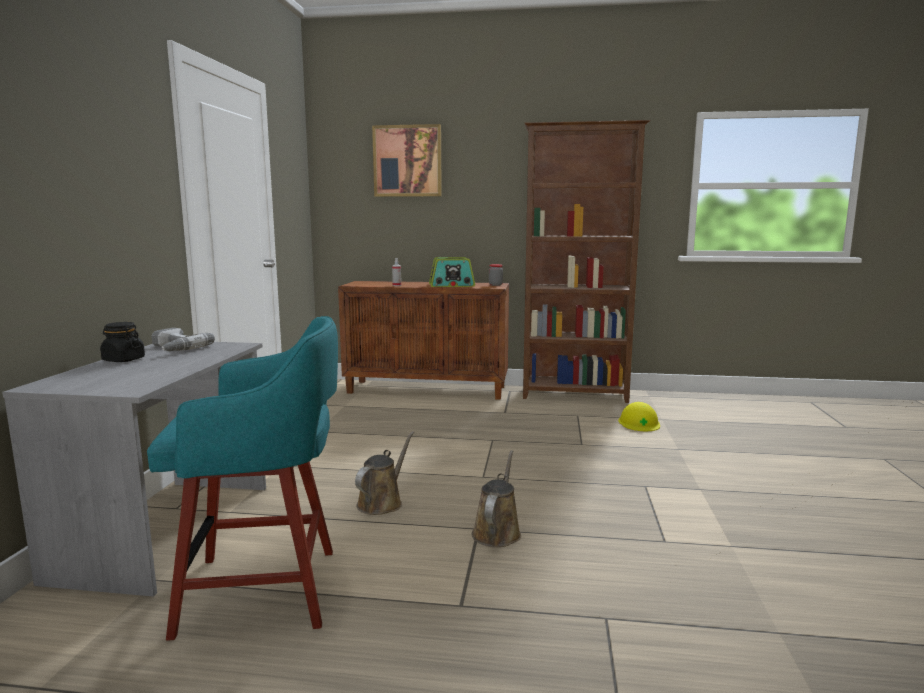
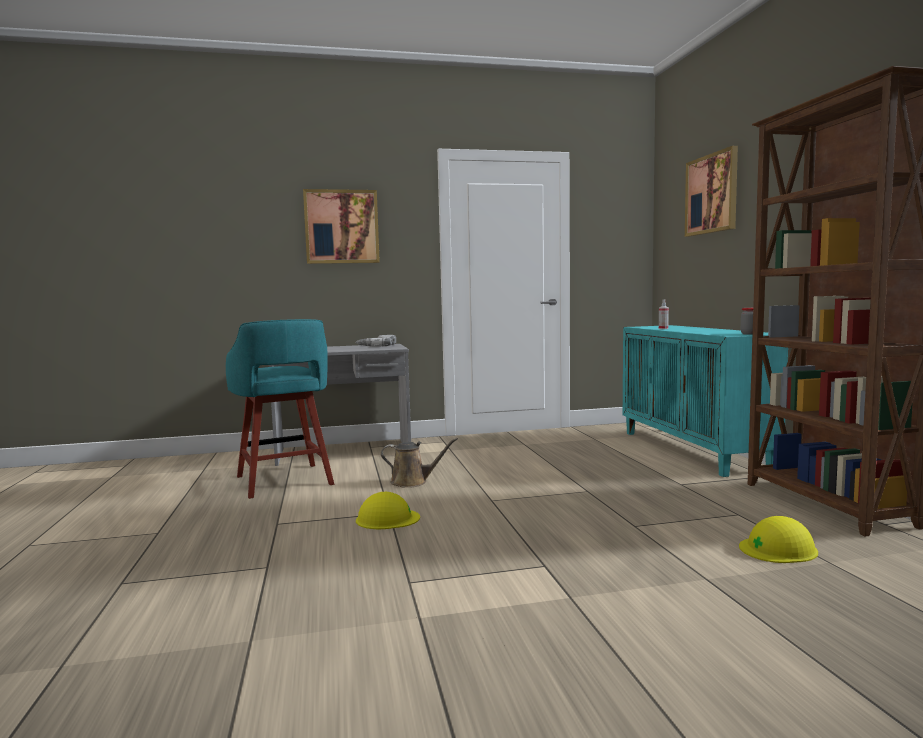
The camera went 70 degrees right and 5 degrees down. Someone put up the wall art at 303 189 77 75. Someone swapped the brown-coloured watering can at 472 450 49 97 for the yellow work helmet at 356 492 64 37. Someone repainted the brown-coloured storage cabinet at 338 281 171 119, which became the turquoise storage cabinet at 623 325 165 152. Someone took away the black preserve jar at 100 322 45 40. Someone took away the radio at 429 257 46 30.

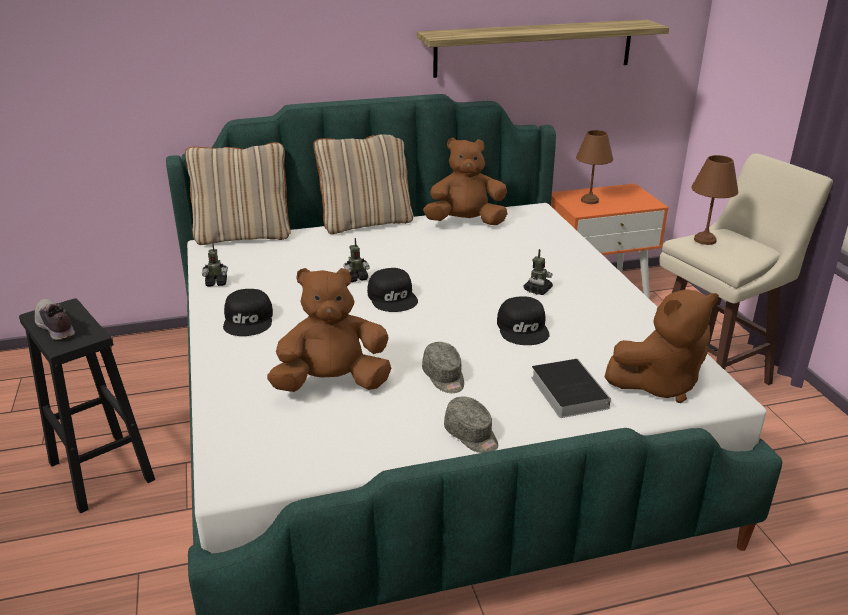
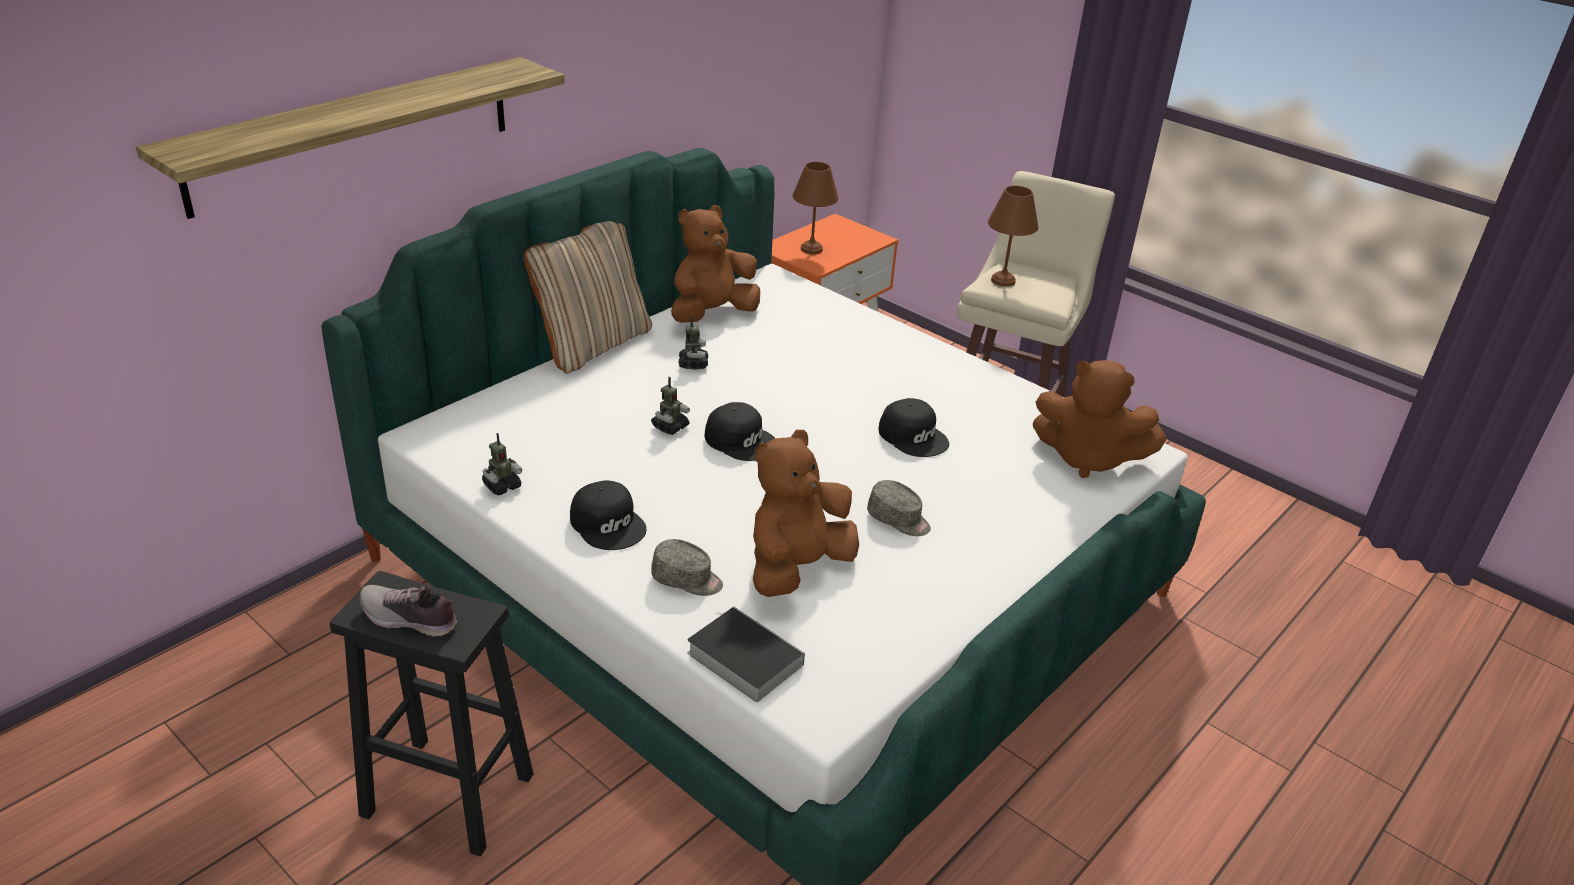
The camera went 35 degrees left and 5 degrees up. Someone carried the bracket shelf from 417 19 252 59 to 136 57 429 162. Someone carried the gray baseball cap from 444 397 54 56 to 651 539 72 57. Someone carried the model robot from 524 249 29 46 to 679 317 29 52. Someone carried the bound book from 531 359 80 59 to 687 607 118 95. Someone rotated the brown-coloured soft toy at 605 289 114 114 by 75 degrees clockwise. Someone took away the sand-coloured cushion at 185 142 106 103.

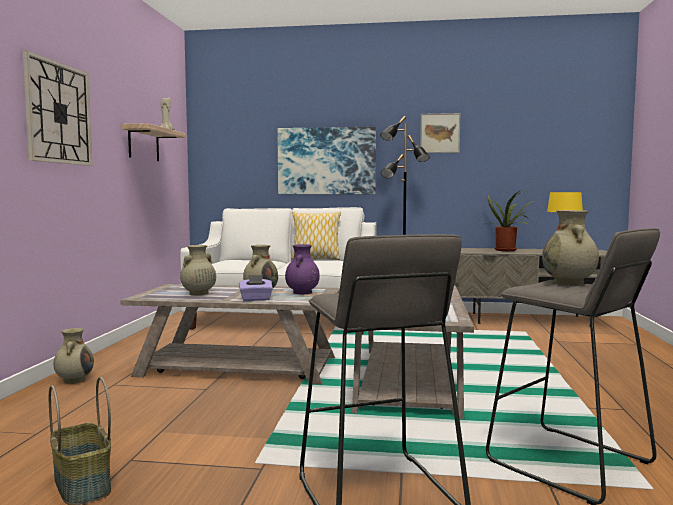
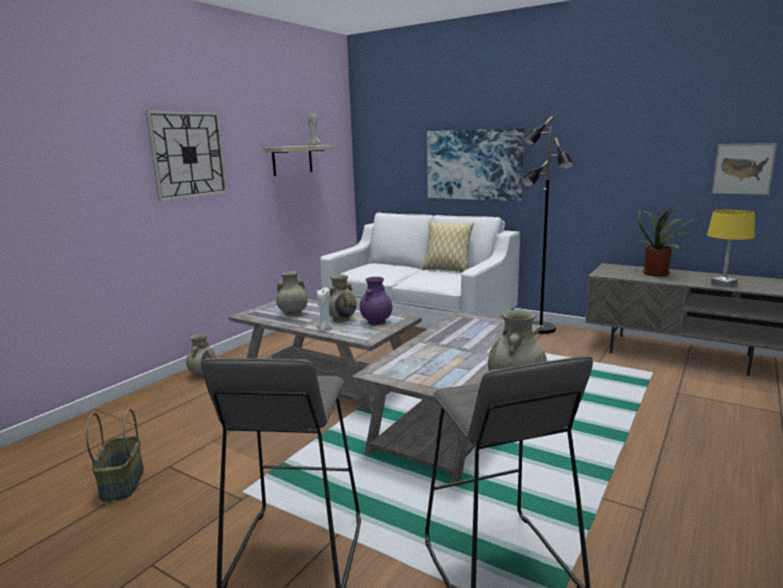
The camera went 25 degrees right and 10 degrees up. Someone swapped the purple-coloured tissue holder at 239 275 34 26 for the white wax light at 317 287 16 44. Someone carried the wall art from 420 113 40 40 to 712 143 65 52.

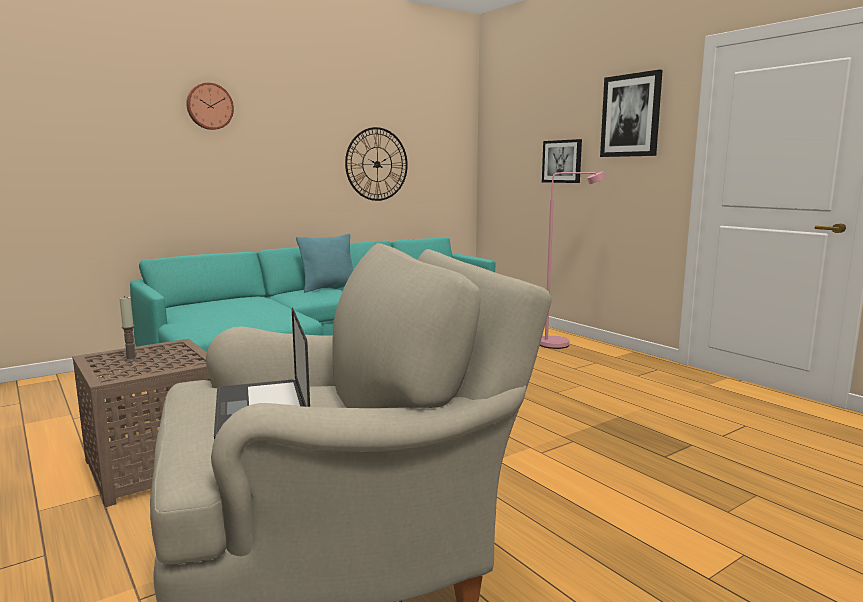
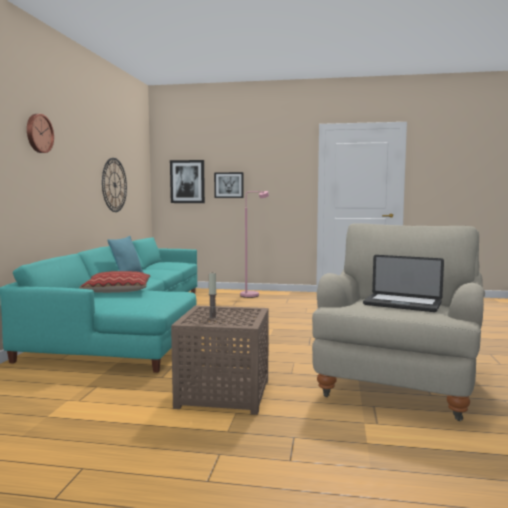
The camera went 45 degrees left and 5 degrees down. Someone put down the cushion at 79 271 71 22. Someone carried the wall art from 600 69 63 88 to 170 160 35 43.

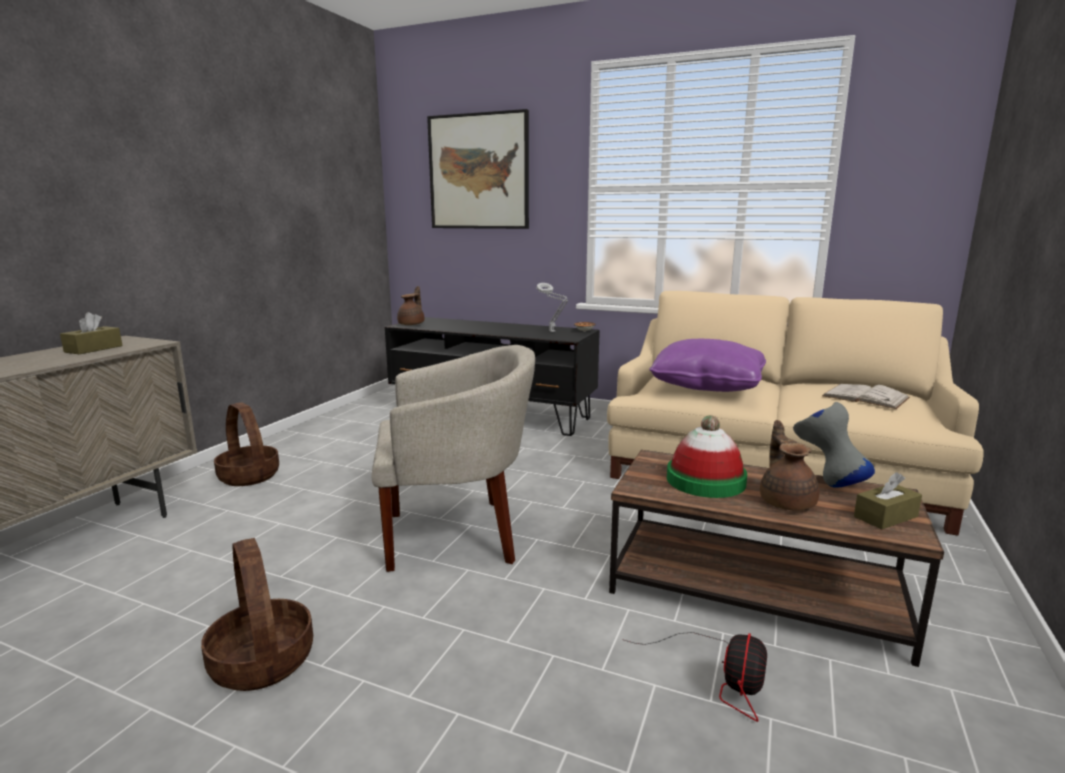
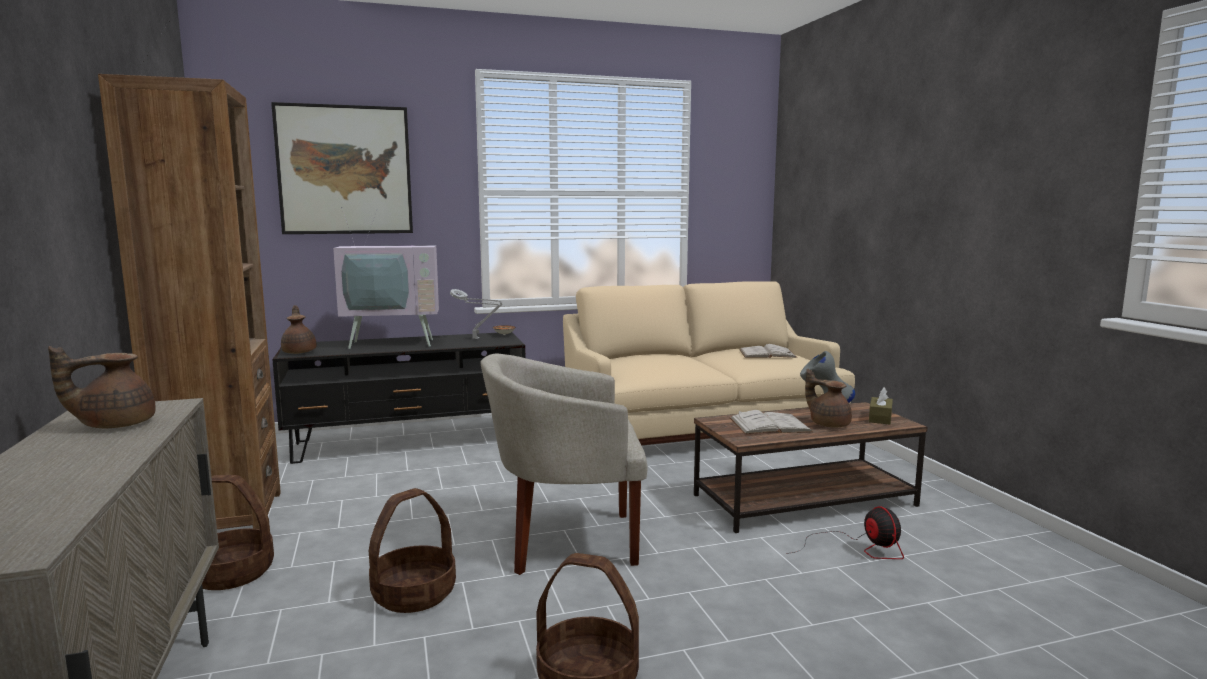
The camera went 40 degrees left and 5 degrees down. Someone swapped the brown-coloured tissue holder at 60 312 62 42 for the brown-coloured pot for tea at 48 346 108 83. Someone put down the brown-coloured shelving unit at 98 74 183 455. Someone put down the TV at 333 207 106 142. Someone put down the storage basket at 369 488 87 125. Someone rotated the sand-coloured lounge chair at 371 345 164 227 by 135 degrees counterclockwise. Someone swapped the hat at 667 415 80 83 for the white bound book at 730 410 83 24. Someone took away the purple-coloured cushion at 649 339 117 53.

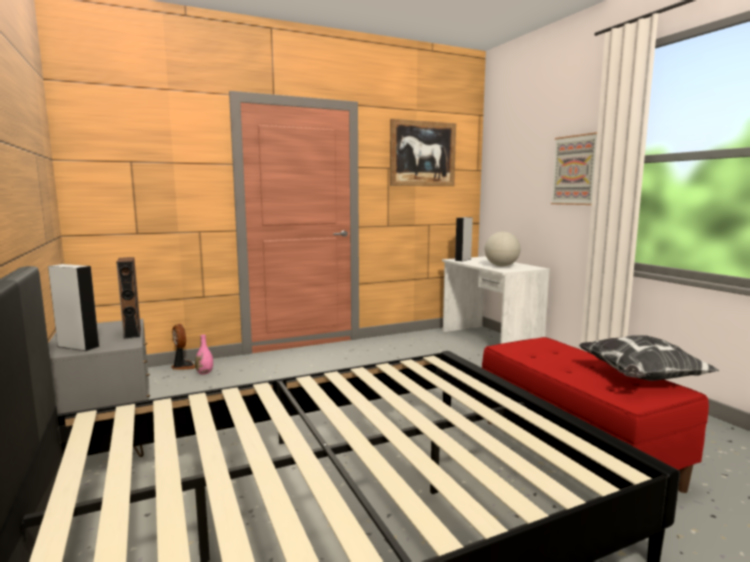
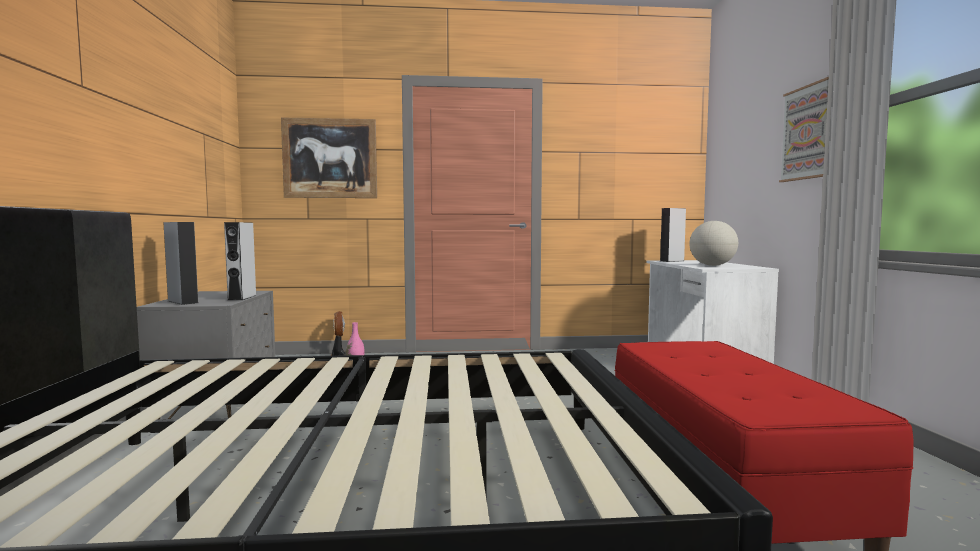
The camera went 20 degrees right and 5 degrees down. Someone repainted the brown-coloured speaker at 116 257 25 82, which became the gray speaker at 224 222 32 78. Someone carried the wall art from 390 119 66 67 to 281 117 96 81. Someone took away the cushion at 579 335 140 46.

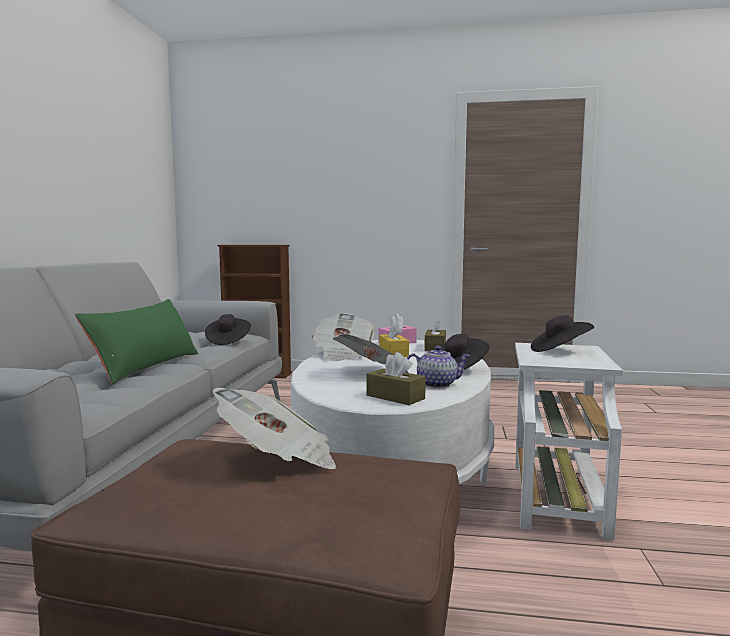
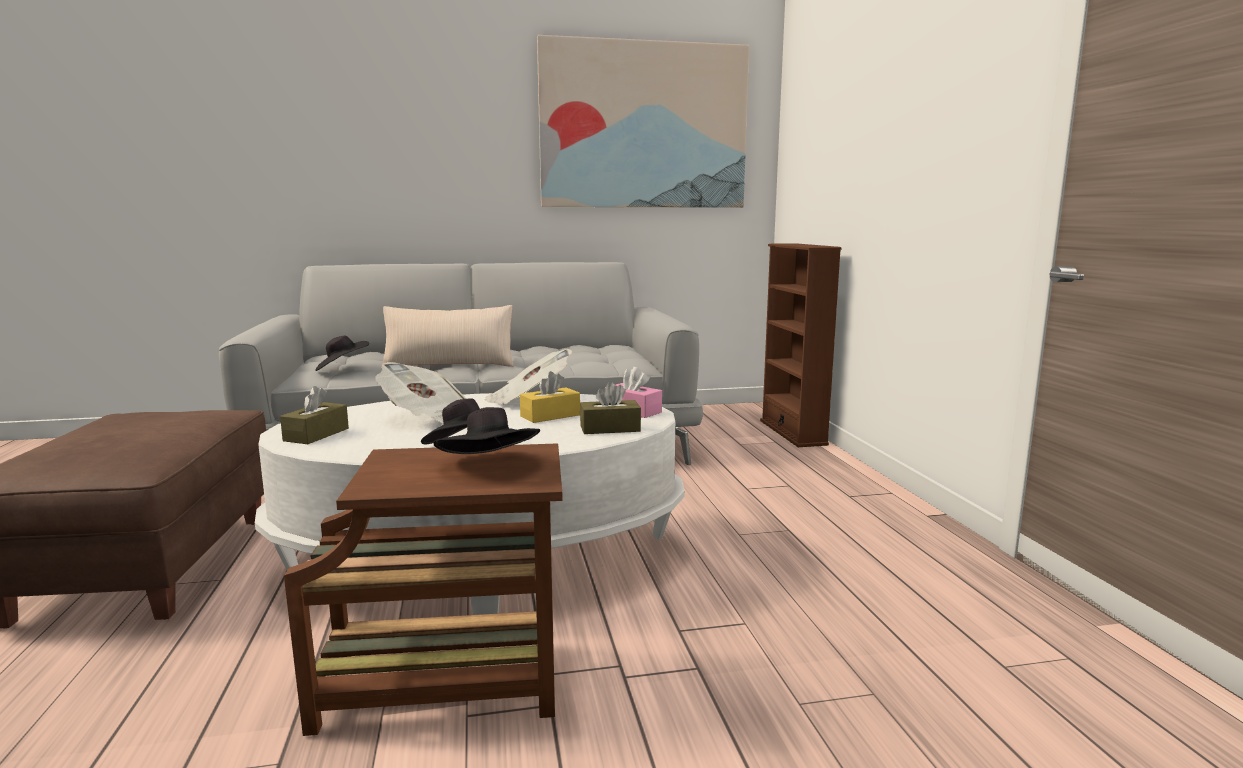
The camera went 70 degrees right and 5 degrees up. Someone repainted the white end table at 515 343 108 197, which became the brown-coloured end table at 284 443 279 293. Someone carried the black hat from 205 314 46 31 to 315 336 54 35. Someone repainted the green-coloured cushion at 75 299 123 85, which became the sand-coloured cushion at 381 305 132 64. Someone put up the wall art at 537 35 212 173. Someone took away the daily paper at 213 388 123 81. Someone took away the pot for tea at 406 346 64 42.

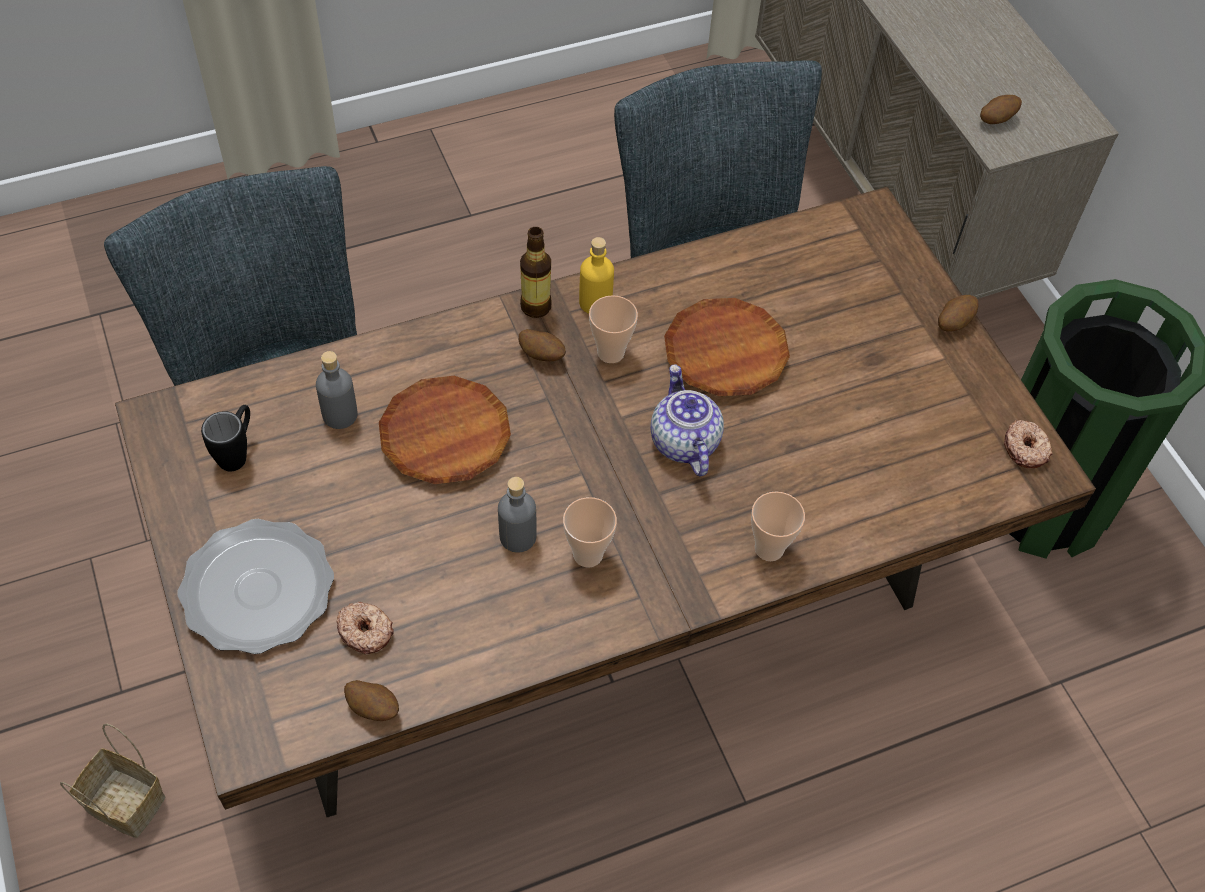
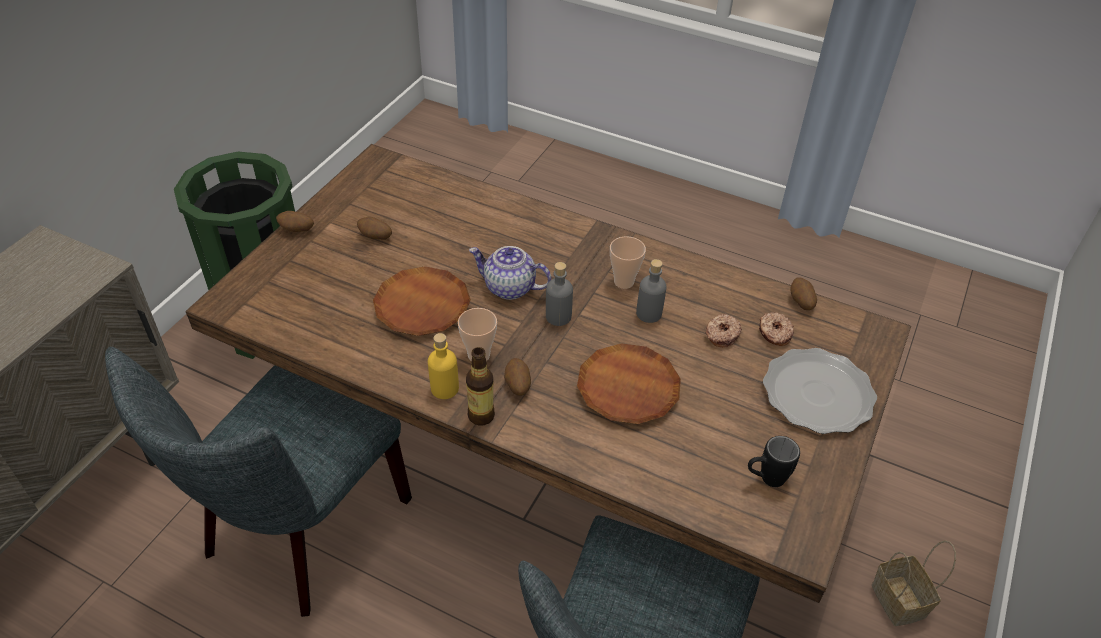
The camera went 130 degrees left and 10 degrees down. Someone carried the potato from 980 95 42 29 to 357 217 35 23. Someone rotated the pot for tea at 651 364 73 112 by 75 degrees clockwise. Someone carried the gray bottle from 316 351 42 78 to 546 262 27 64. Someone carried the ring doughnut from 1004 420 49 48 to 706 314 36 33. Someone took away the cup at 751 492 54 69.

